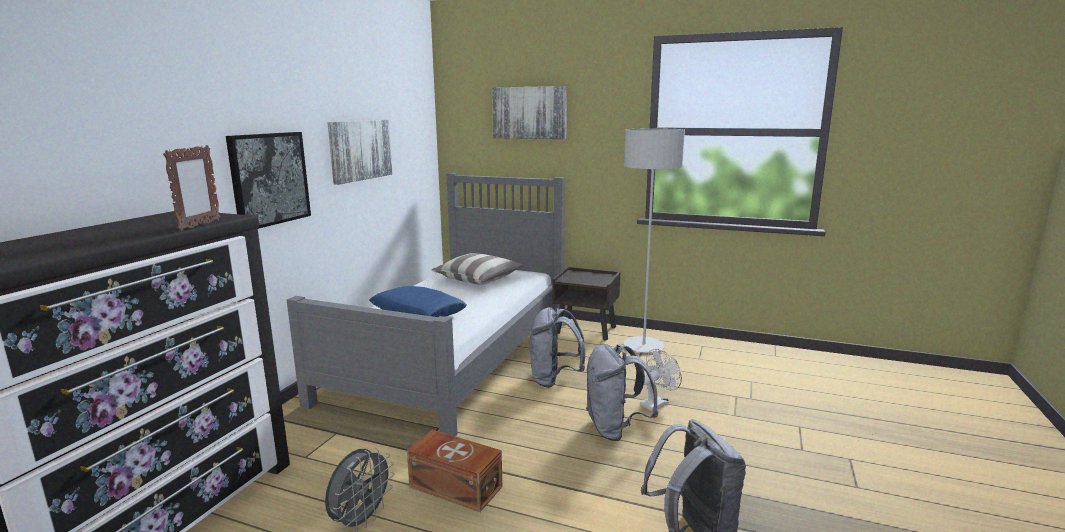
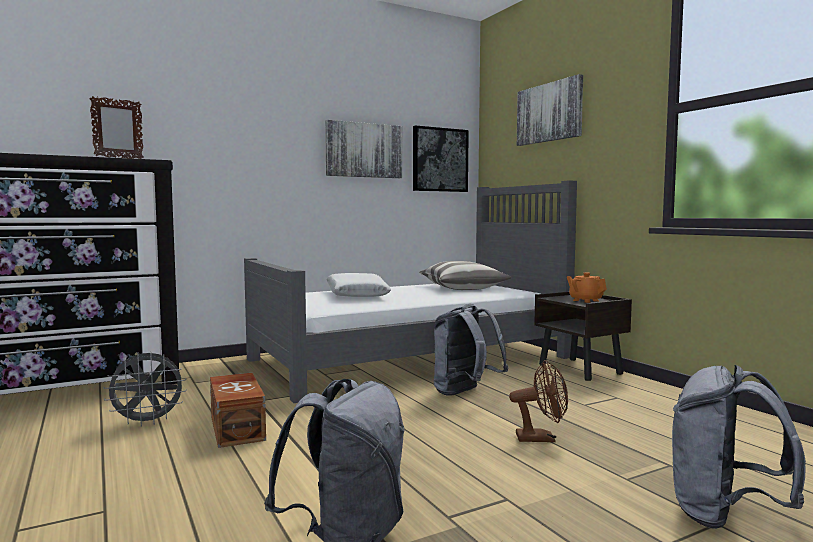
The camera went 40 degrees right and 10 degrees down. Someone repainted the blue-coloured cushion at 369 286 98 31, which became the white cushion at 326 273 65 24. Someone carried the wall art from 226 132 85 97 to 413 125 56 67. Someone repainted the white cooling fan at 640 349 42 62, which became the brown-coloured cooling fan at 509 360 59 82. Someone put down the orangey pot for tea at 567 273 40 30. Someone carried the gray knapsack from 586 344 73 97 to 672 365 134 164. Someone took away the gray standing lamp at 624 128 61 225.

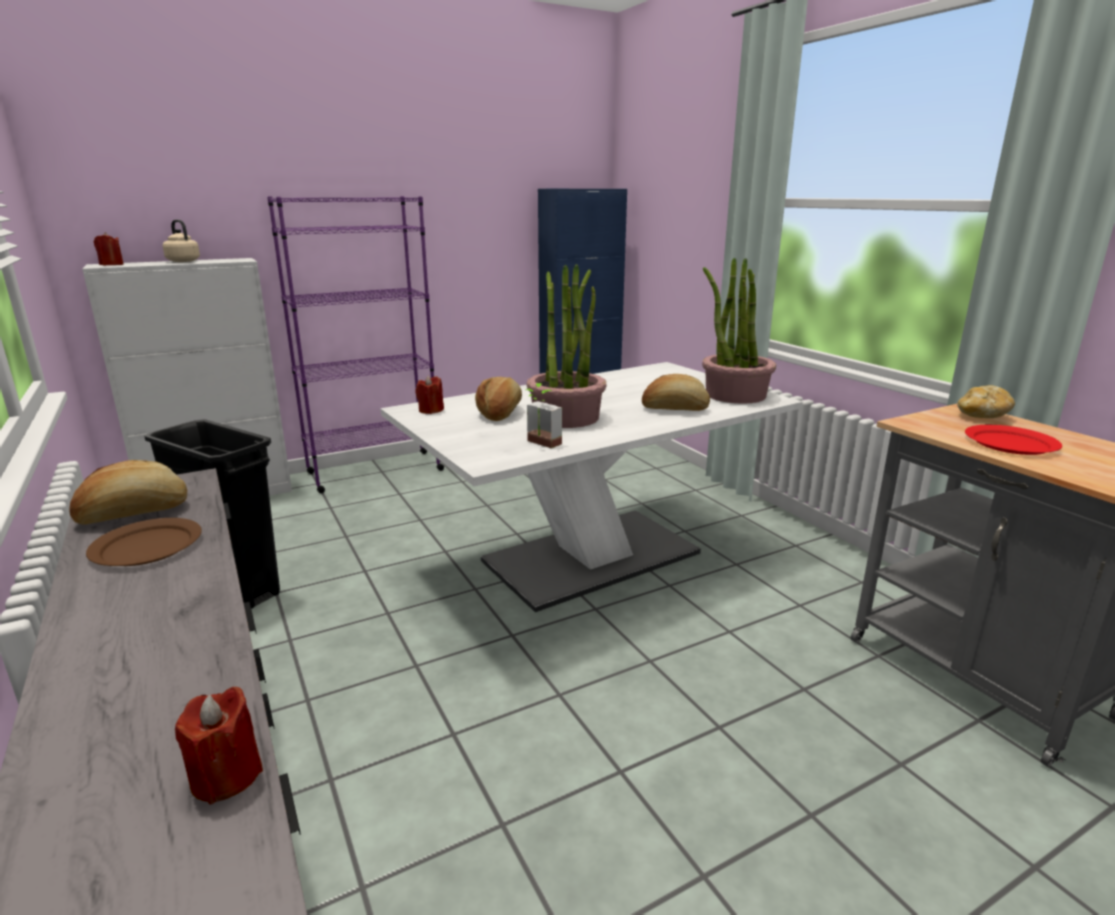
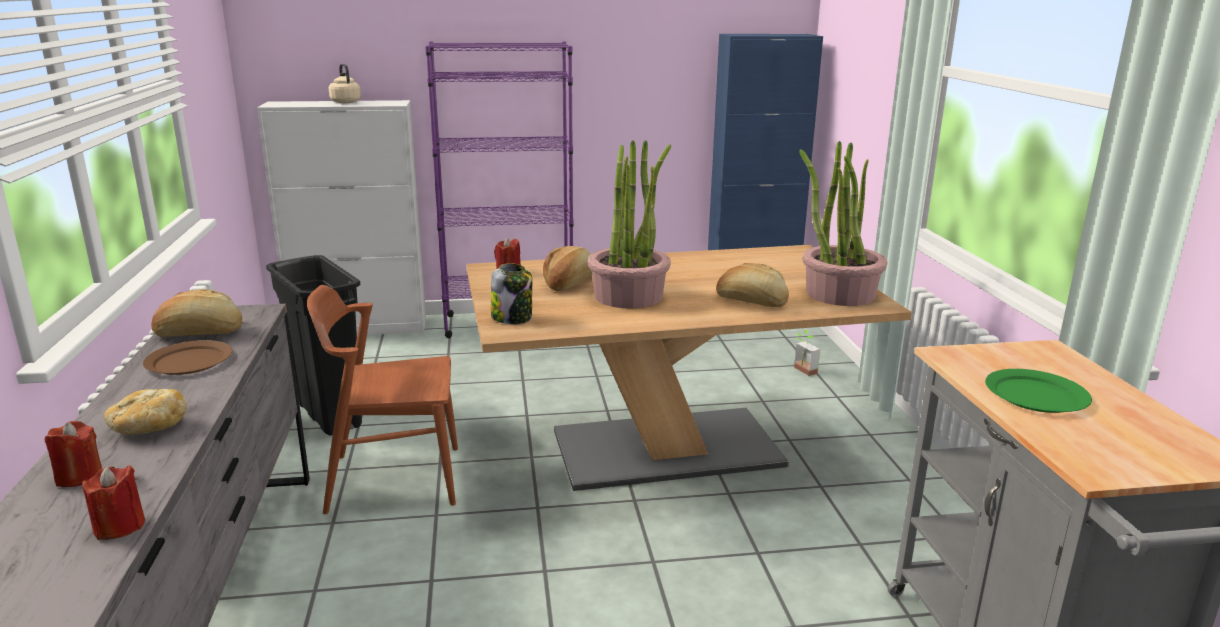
The camera went 20 degrees right and 0 degrees up. Someone carried the red-coloured wax light from 94 232 30 33 to 45 421 57 66. Someone carried the bread from 957 385 58 33 to 104 389 83 46. Someone put down the brown-coloured upright chair at 307 285 151 229. Someone repainted the white dinner table at 380 362 423 250, which became the brown-coloured dinner table at 466 245 446 246. Someone put down the preserve jar at 491 263 41 61. Someone carried the potted plant from 526 383 36 65 to 794 330 26 46. Someone repainted the red-coloured dinner plate at 965 425 97 30, which became the green-coloured dinner plate at 985 369 107 44.

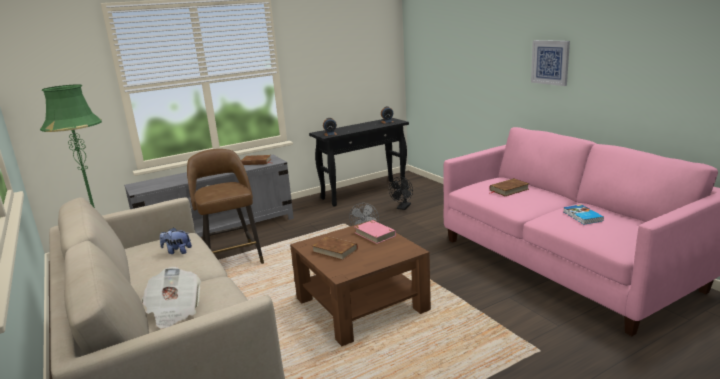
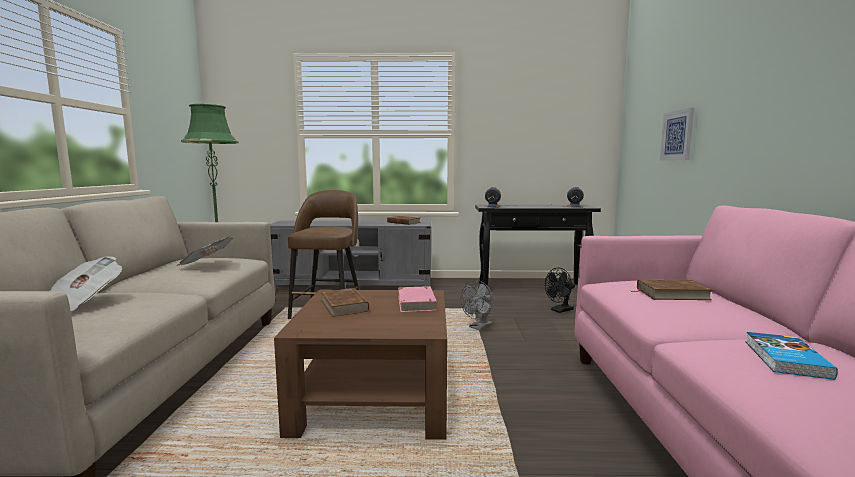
The camera went 30 degrees right and 10 degrees down. Someone swapped the soft toy at 160 227 32 27 for the daily paper at 176 237 57 29. Someone carried the wall art from 531 40 39 46 to 660 108 34 53.

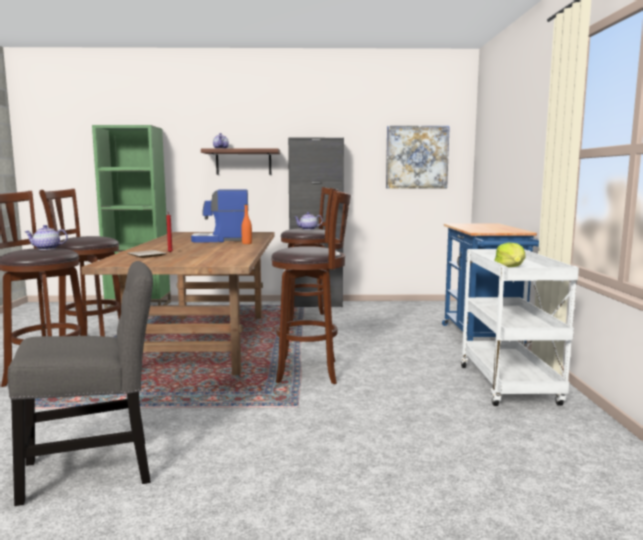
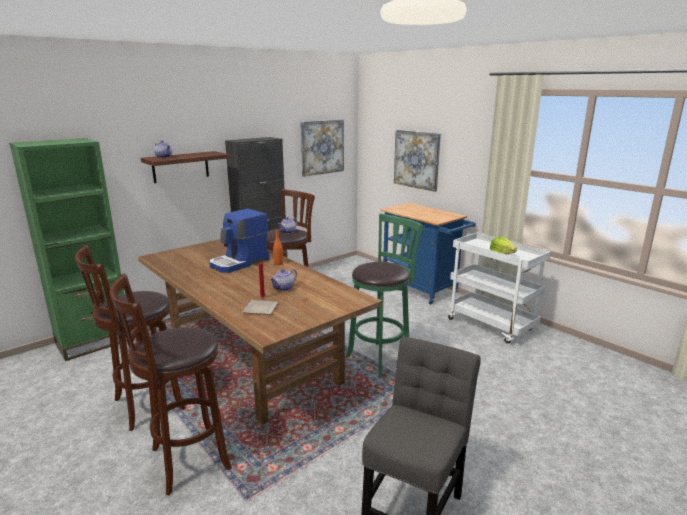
The camera went 40 degrees left and 10 degrees up. Someone carried the pot for tea from 25 225 43 25 to 269 269 28 22. Someone repainted the brown-coloured stool seat at 271 190 80 194, which became the green-coloured stool seat at 346 213 77 166. Someone put up the wall art at 394 130 47 62.

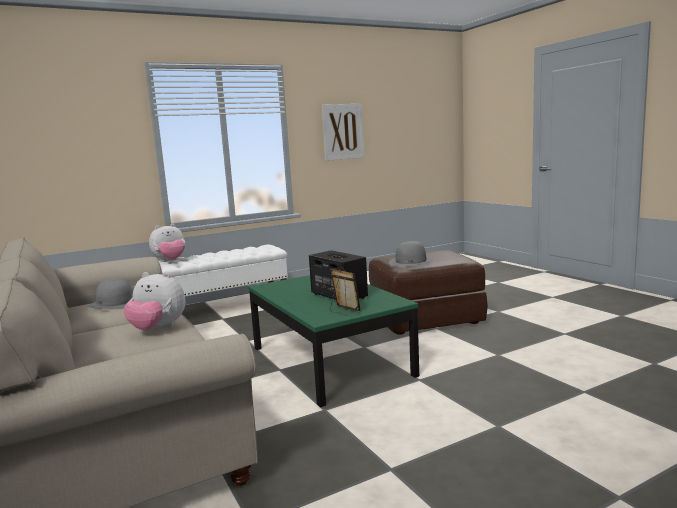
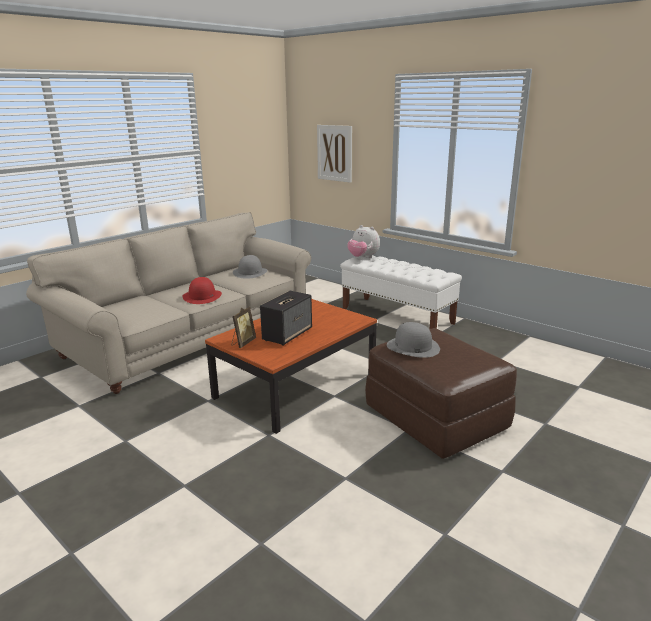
The camera went 70 degrees right and 10 degrees up. Someone swapped the soft toy at 124 272 61 58 for the red-coloured hat at 182 277 40 27. Someone repainted the green-coloured low table at 248 275 171 132, which became the brown-coloured low table at 205 299 172 135. Someone carried the wall art from 322 104 42 57 to 317 125 35 58.

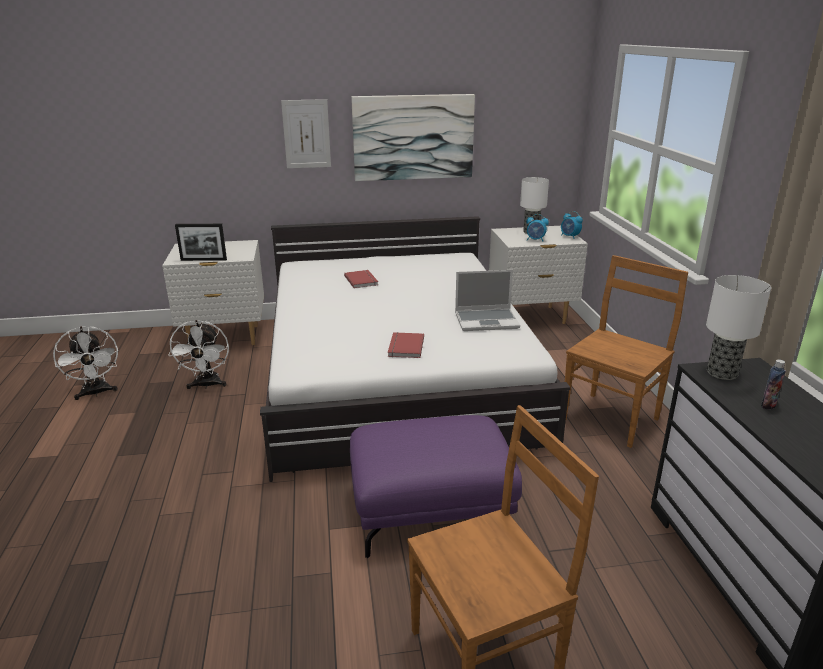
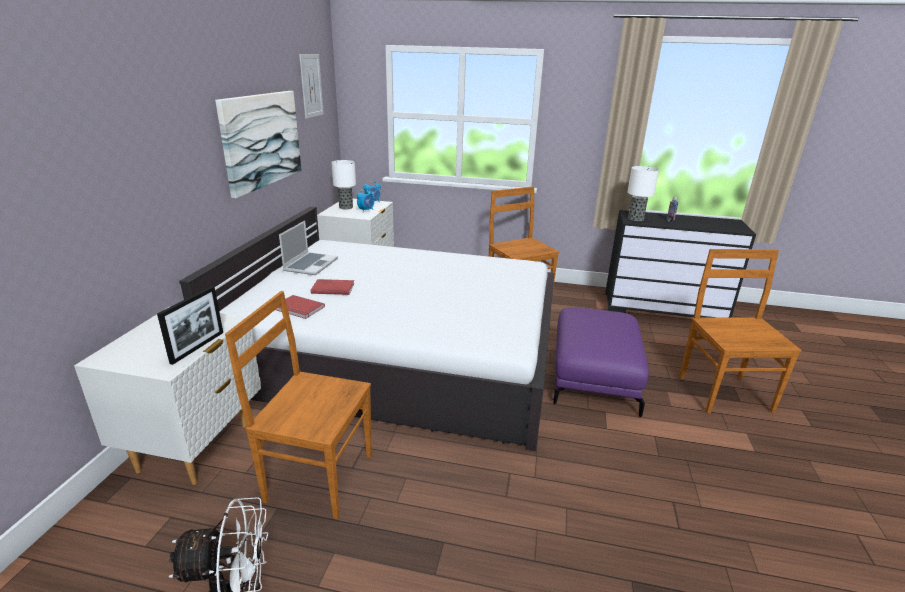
The camera went 70 degrees left and 0 degrees up. Someone swapped the white cooling fan at 168 320 61 69 for the brown-coloured upright chair at 225 291 147 228. Someone carried the red-coloured bound book from 388 332 36 26 to 276 295 49 24. Someone carried the portable computer from 455 270 65 61 to 279 221 59 54. Someone carried the wall art from 281 99 50 69 to 299 54 25 65.

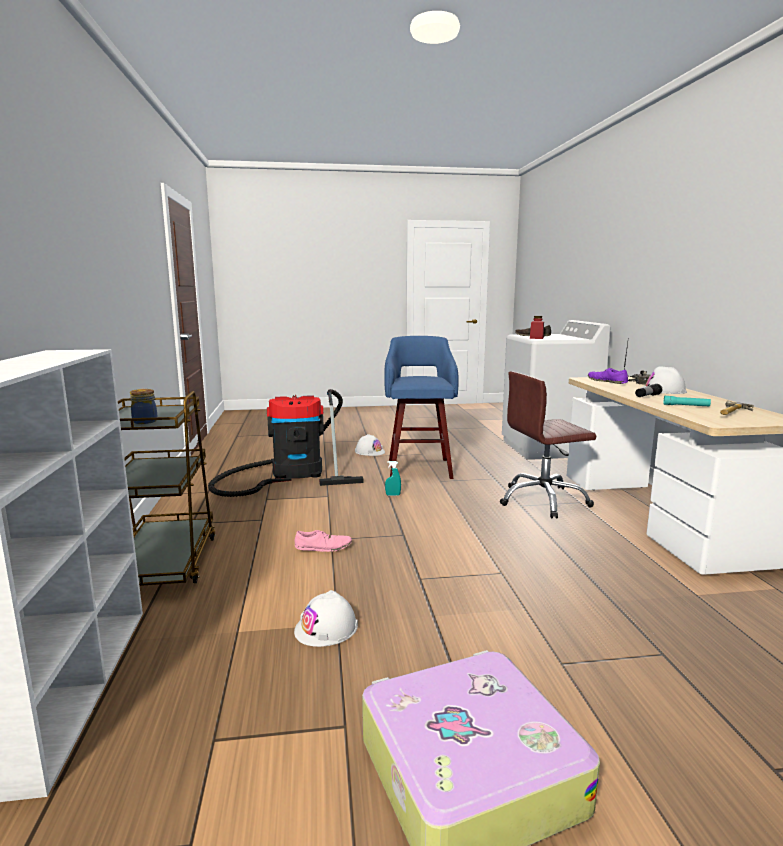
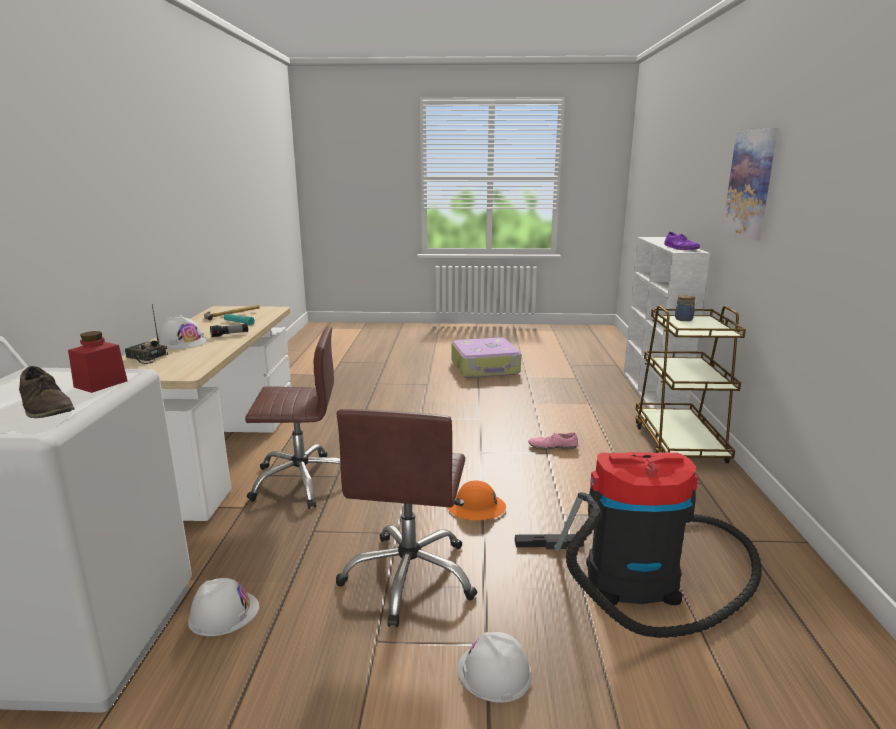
The camera went 170 degrees left and 5 degrees up. Someone carried the white work helmet from 294 590 64 57 to 188 578 71 58. Someone swapped the blue-coloured stool seat at 384 336 75 143 for the brown-coloured computer chair at 336 409 141 218. Someone swapped the turquoise hand sprayer at 385 461 16 35 for the orangey work helmet at 448 481 58 39. Someone carried the purple-coloured shoe from 588 368 40 16 to 664 232 36 18. Someone put up the wall art at 722 128 56 112.

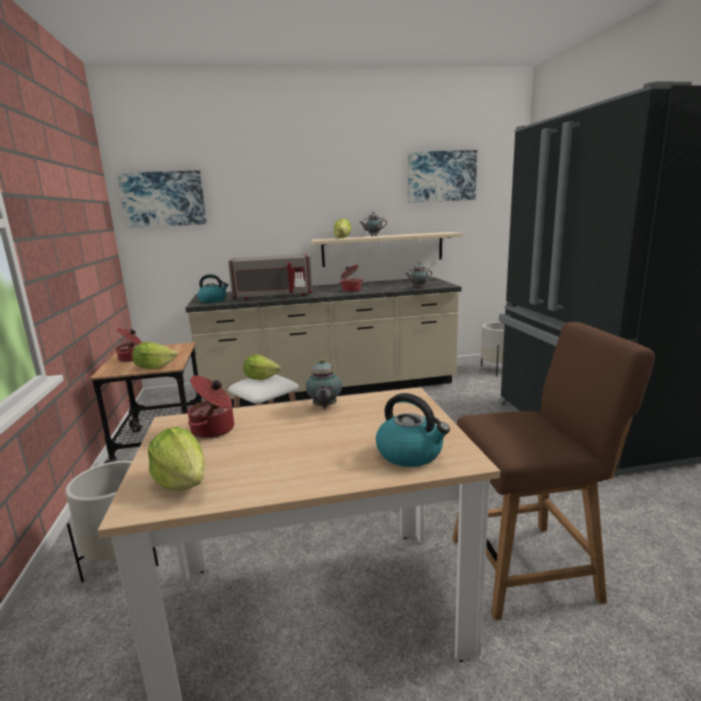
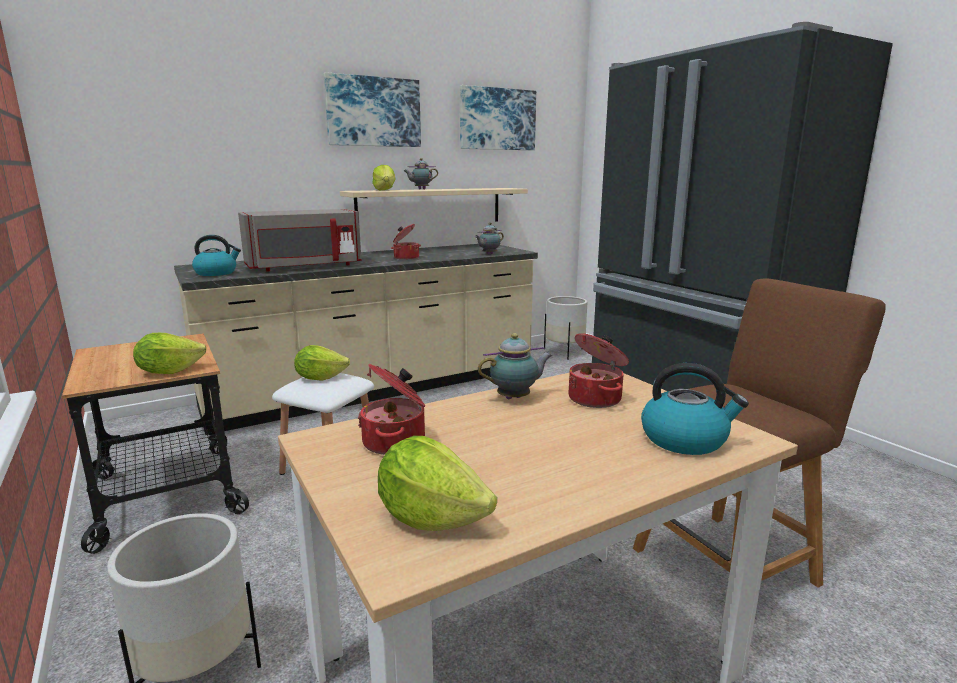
The camera went 20 degrees left and 0 degrees up. Someone carried the wall art from 117 170 90 58 to 324 72 97 75. Someone rotated the pot for tea at 306 359 36 49 by 90 degrees counterclockwise. Someone carried the cooking pot from 116 328 26 34 to 569 333 60 75.

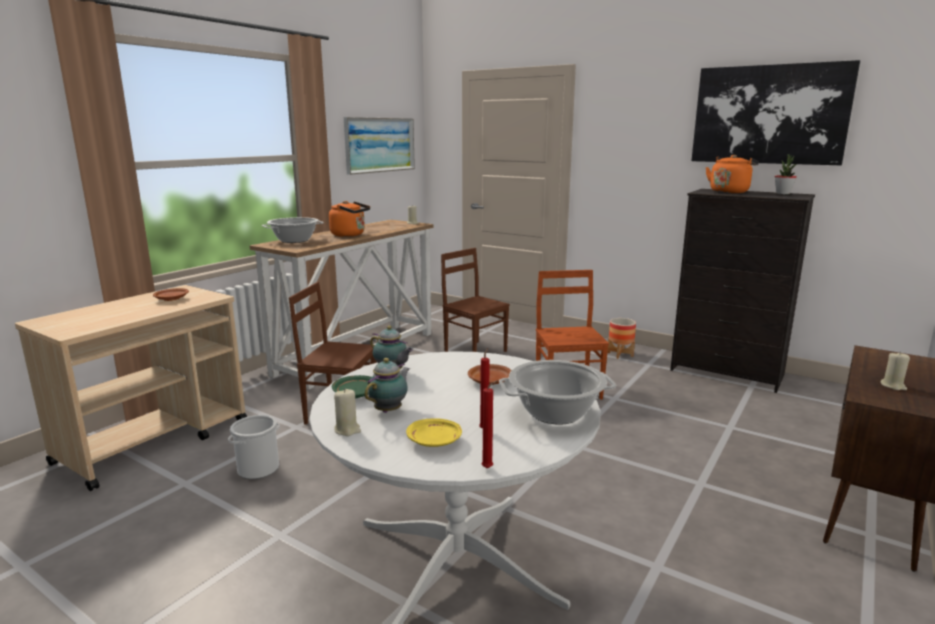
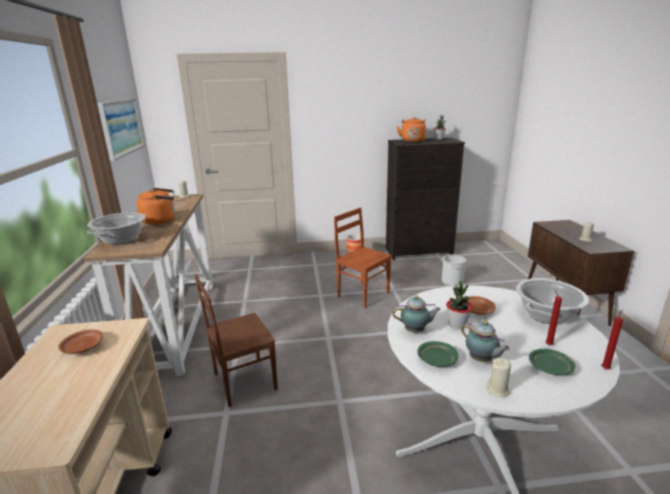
The camera went 40 degrees left and 5 degrees up. Someone carried the pail from 228 415 52 64 to 442 254 25 32. Someone put down the potted plant at 446 281 27 48. Someone rotated the pot for tea at 365 358 45 55 by 150 degrees clockwise. Someone repainted the yellow dinner plate at 406 418 56 29, which became the green-coloured dinner plate at 529 349 46 26. Someone took away the brown-coloured upright chair at 441 248 69 104. Someone took away the wall art at 691 60 169 105.

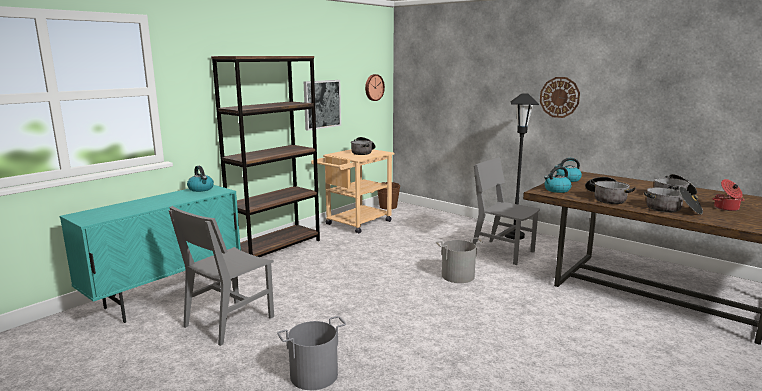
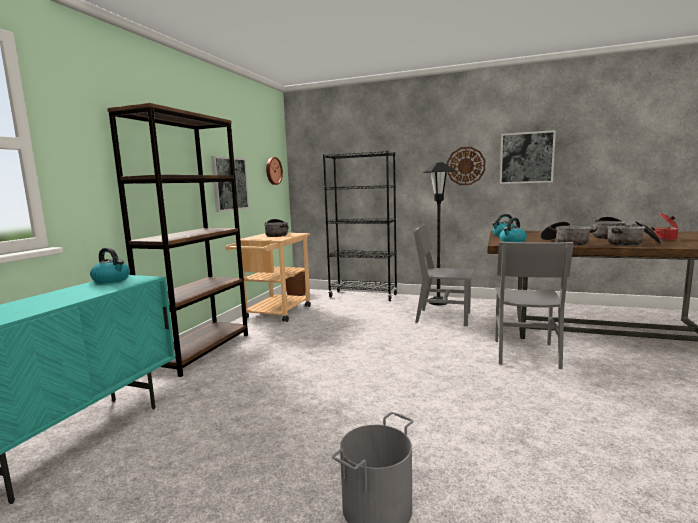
The camera went 20 degrees left and 5 degrees down. Someone put down the black shelving unit at 323 151 75 150. Someone carried the gray upright chair from 169 206 105 140 to 495 241 79 128. Someone put up the wall art at 500 130 56 54. Someone took away the gray pail at 436 238 47 45.

